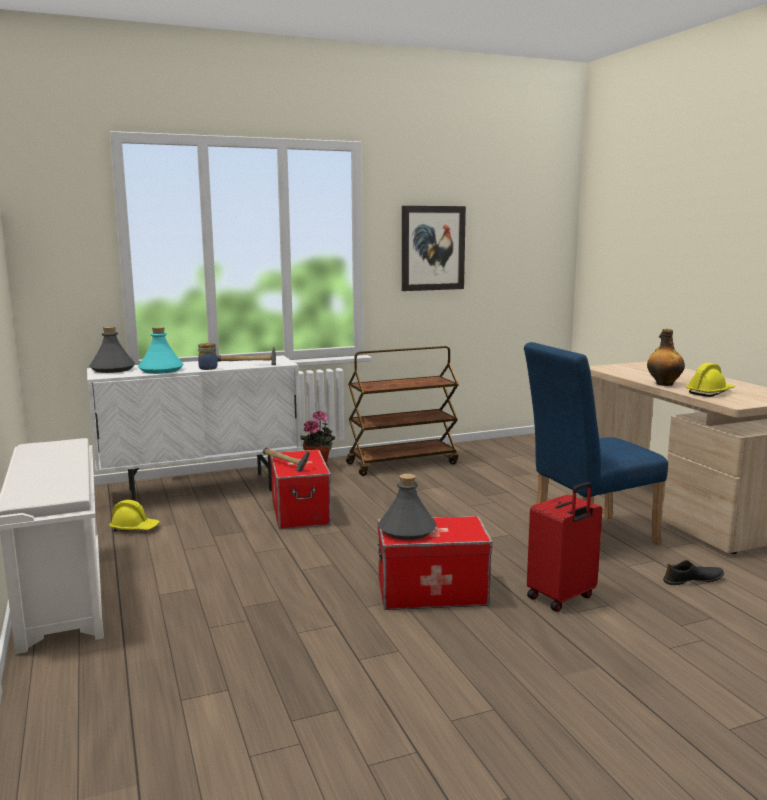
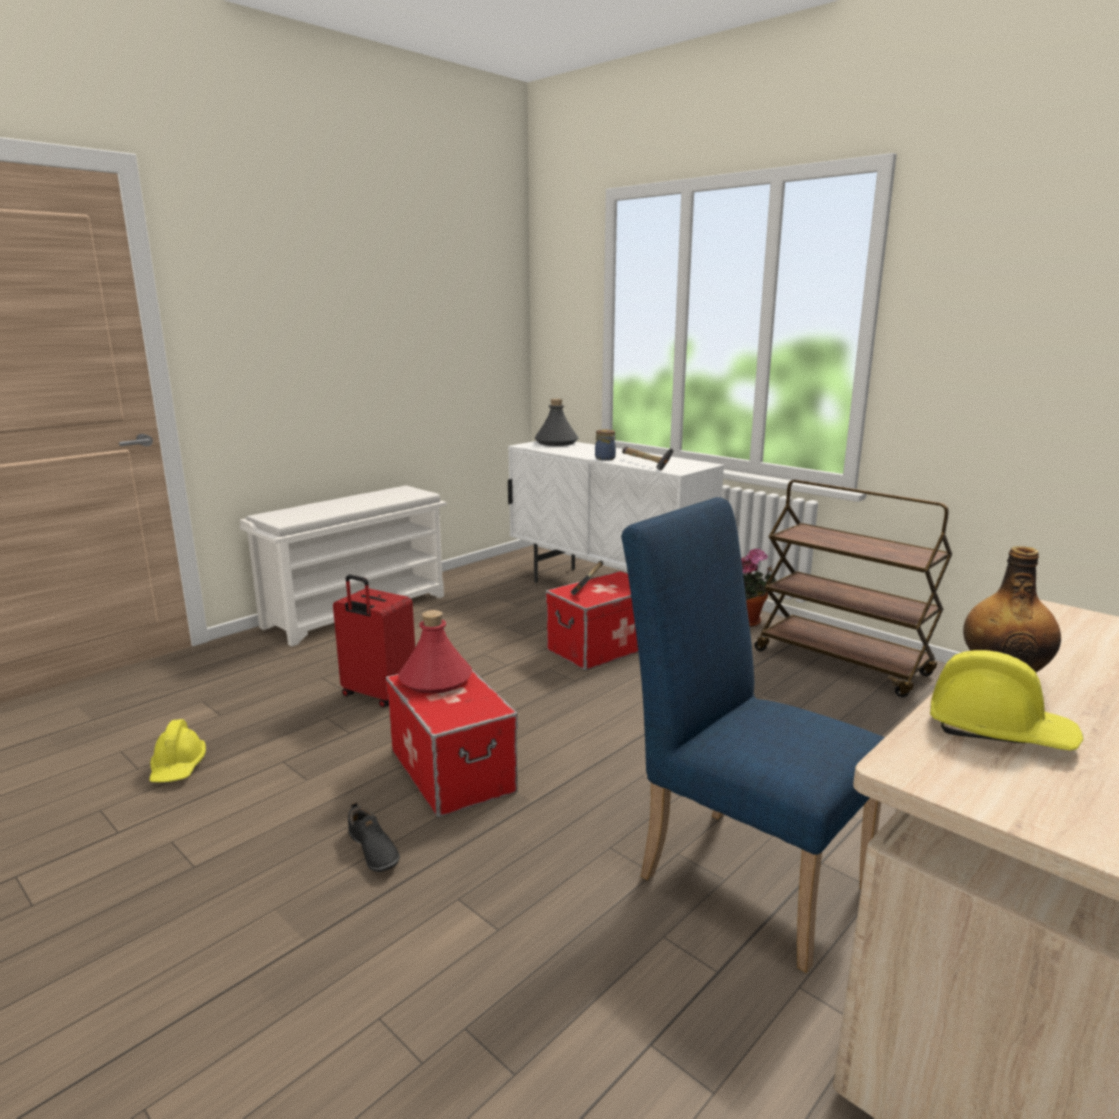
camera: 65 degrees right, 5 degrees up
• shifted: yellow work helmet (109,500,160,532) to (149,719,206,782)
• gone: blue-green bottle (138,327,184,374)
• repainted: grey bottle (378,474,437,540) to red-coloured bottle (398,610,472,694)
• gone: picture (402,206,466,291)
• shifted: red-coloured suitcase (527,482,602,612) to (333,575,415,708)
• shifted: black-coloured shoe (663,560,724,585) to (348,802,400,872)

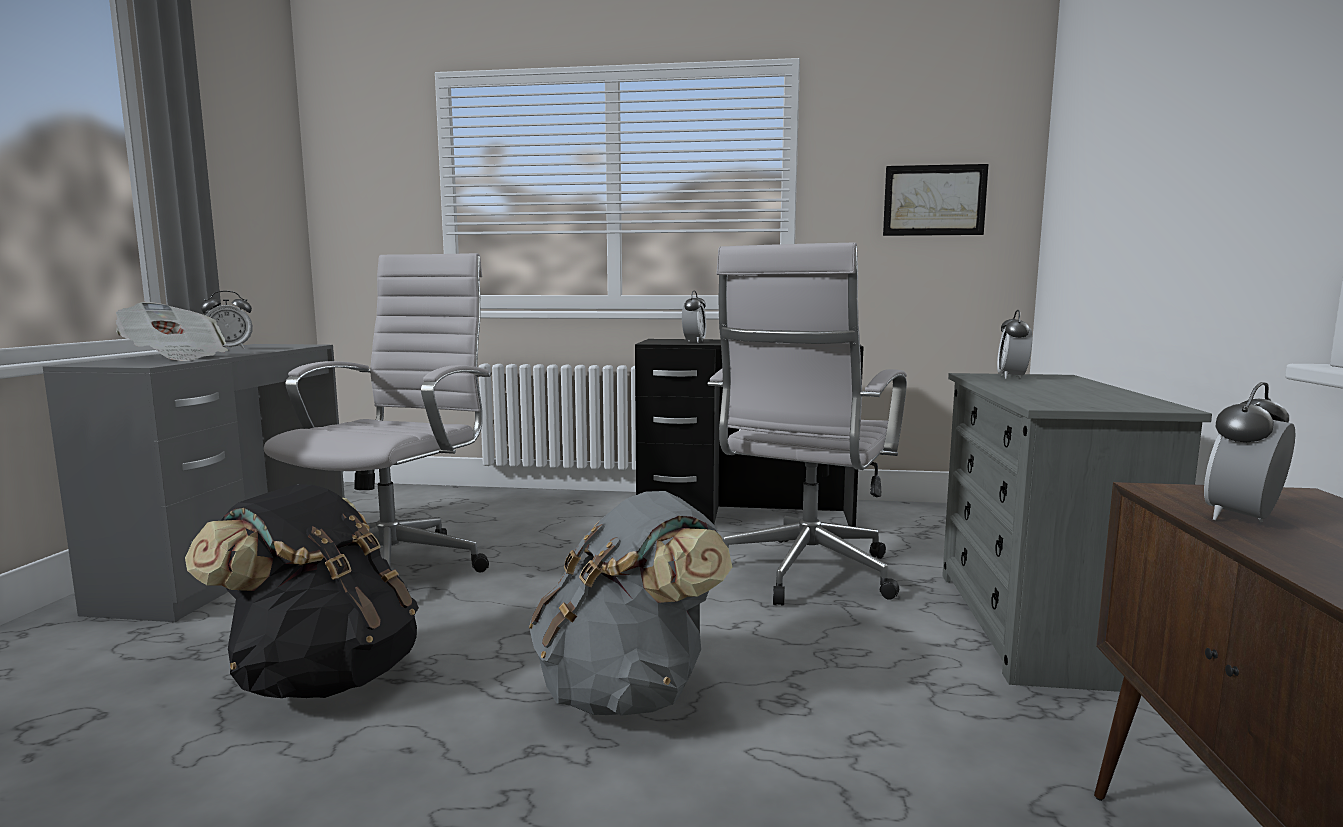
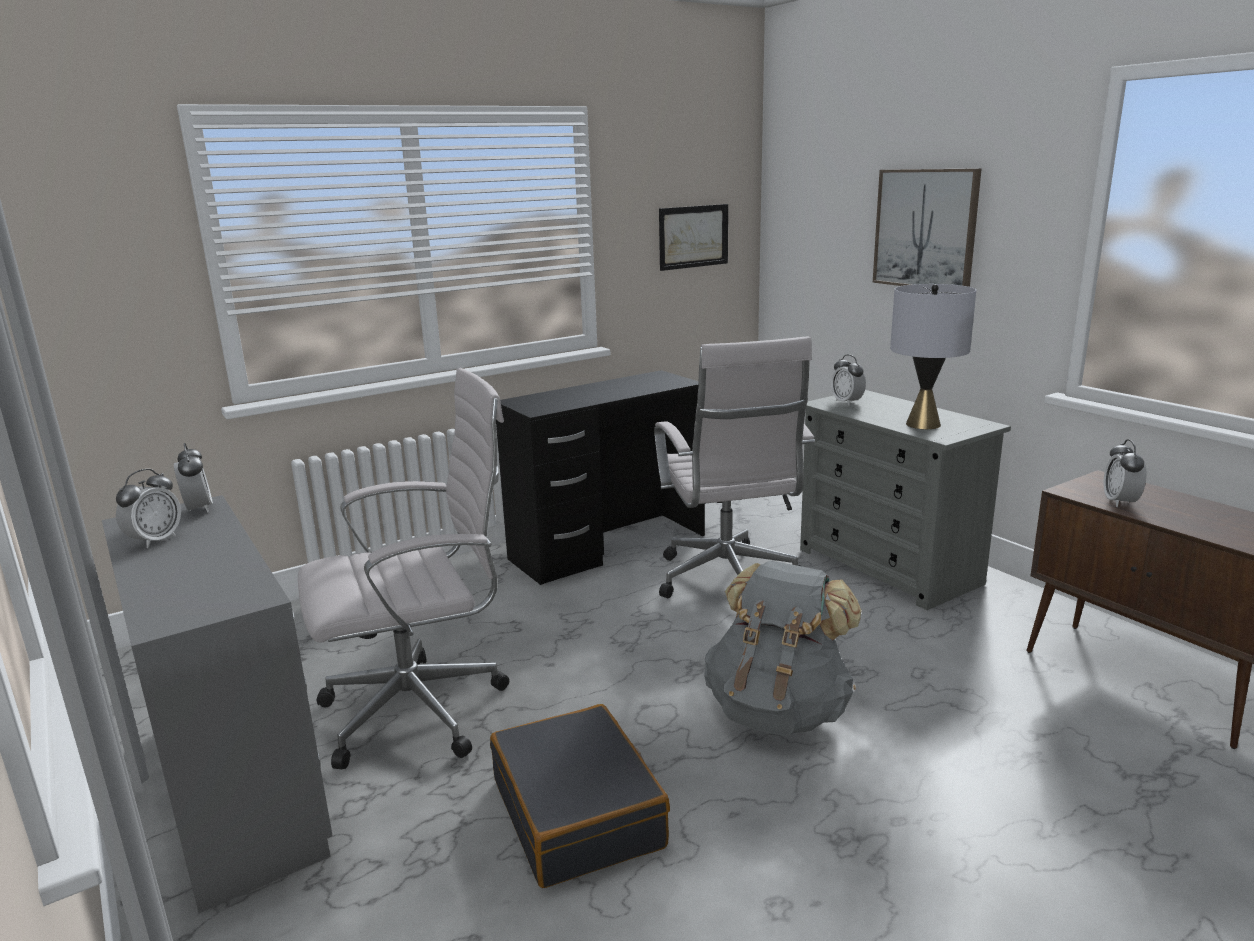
camera: 40 degrees left, 10 degrees up
• gone: newspaper (116,302,228,361)
• swapped: black-coloured backpack (185,484,419,698) to black-coloured suitcase (490,704,670,888)
• rotated: white-coloured office chair (264,253,491,573) = (298,368,509,769) 90 degrees clockwise
• shifted: table clock (682,290,706,343) to (174,443,213,513)
• new: picture (873,168,982,287)
• new: grey tabletop lamp (890,284,976,429)

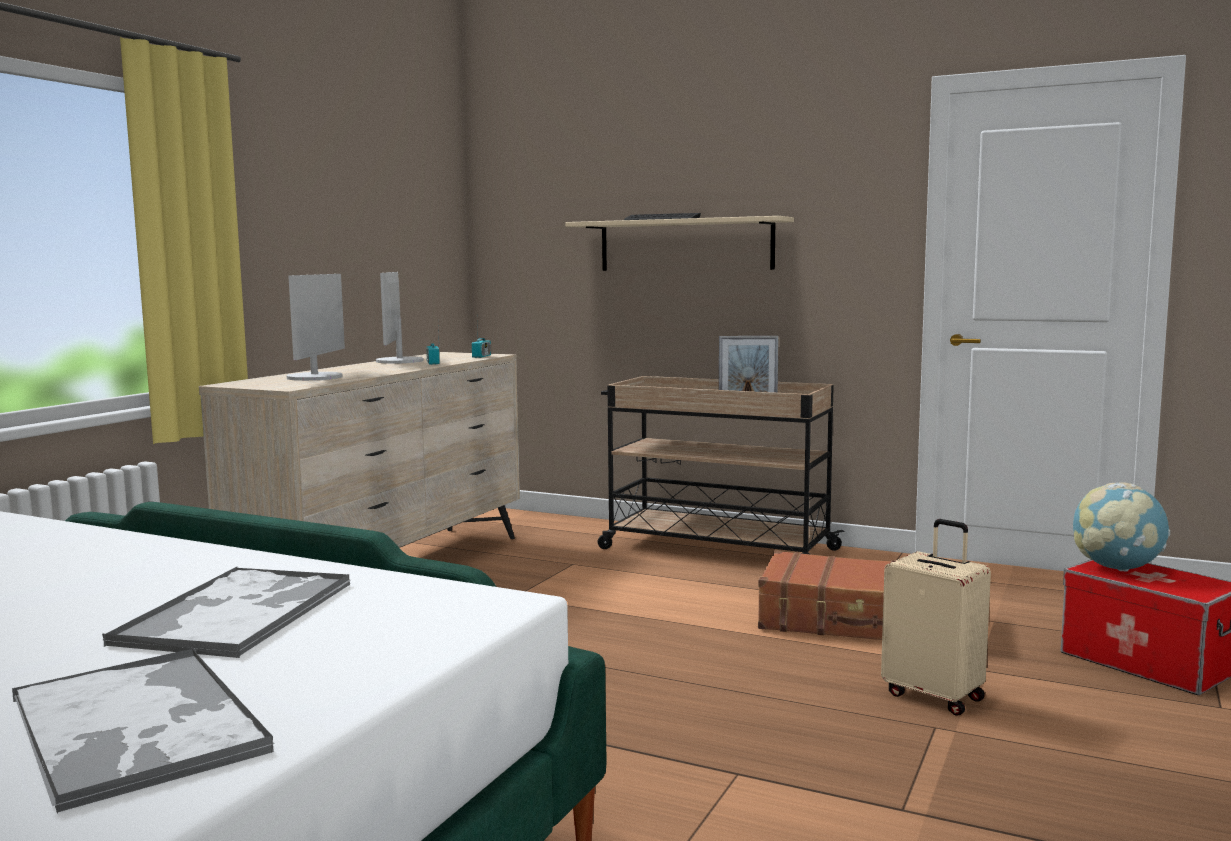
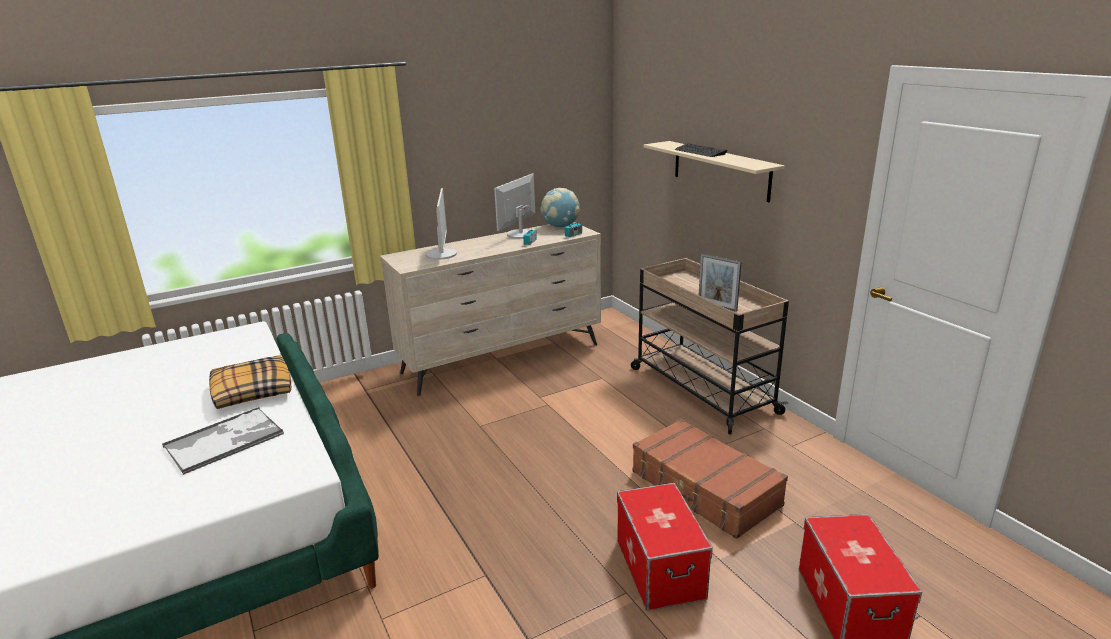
camera: 35 degrees right, 15 degrees up
• gone: tray (12,648,275,814)
• rotated: monitor (286,274,345,381) = (426,188,457,260) 45 degrees counterclockwise
• swapped: beige suitcase (881,519,991,716) to storage bin (617,483,713,611)
• shifted: desk globe (1073,482,1170,571) to (541,188,580,228)
• new: throw pillow (209,355,291,409)

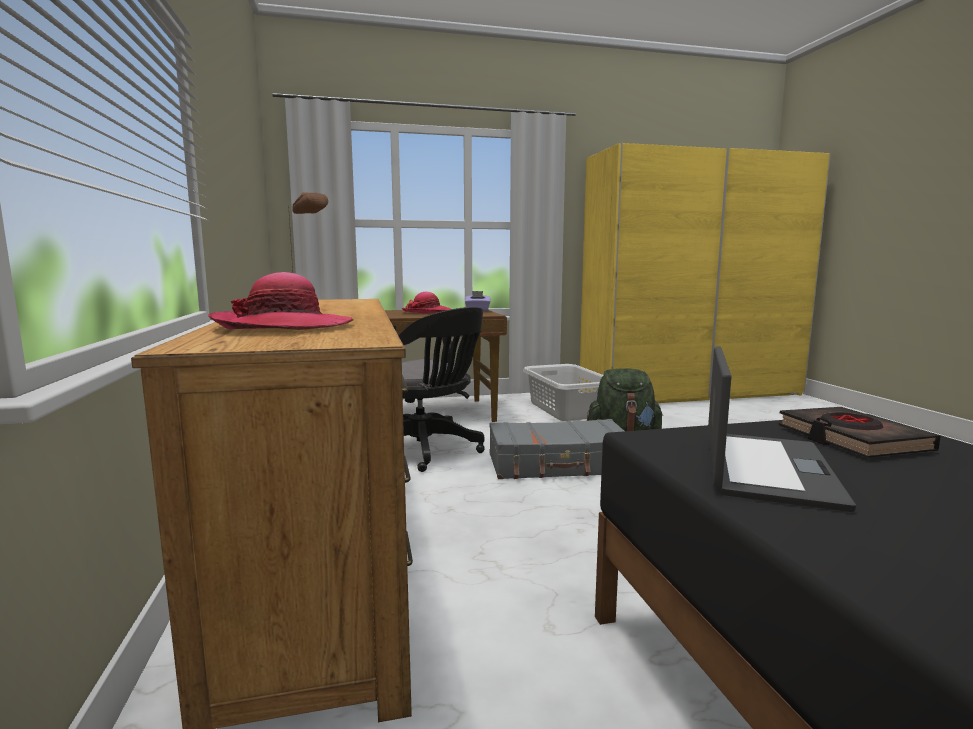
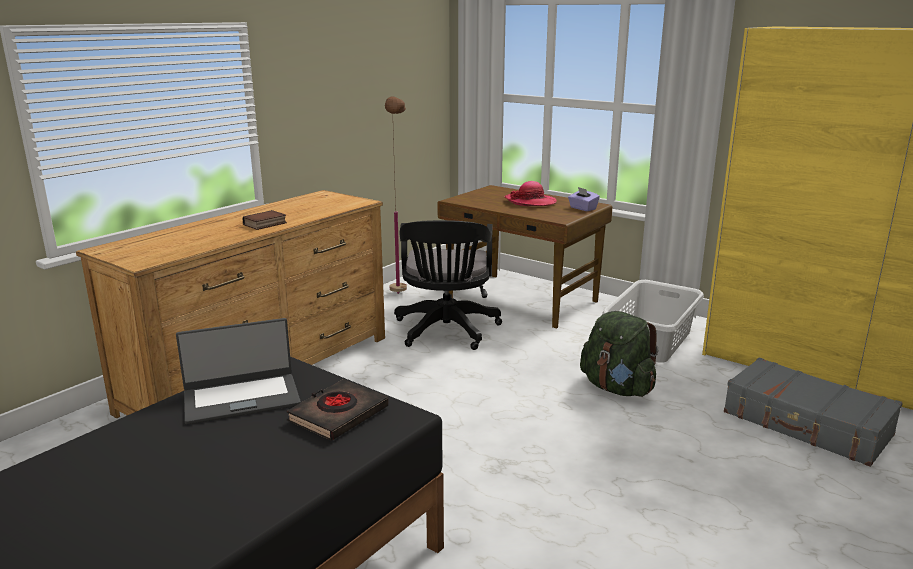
camera: 50 degrees right, 10 degrees up
• gone: wearable hat (208,272,354,330)
• shifted: grey suitcase (490,419,624,479) to (724,357,903,467)
• new: bound book (243,210,287,230)

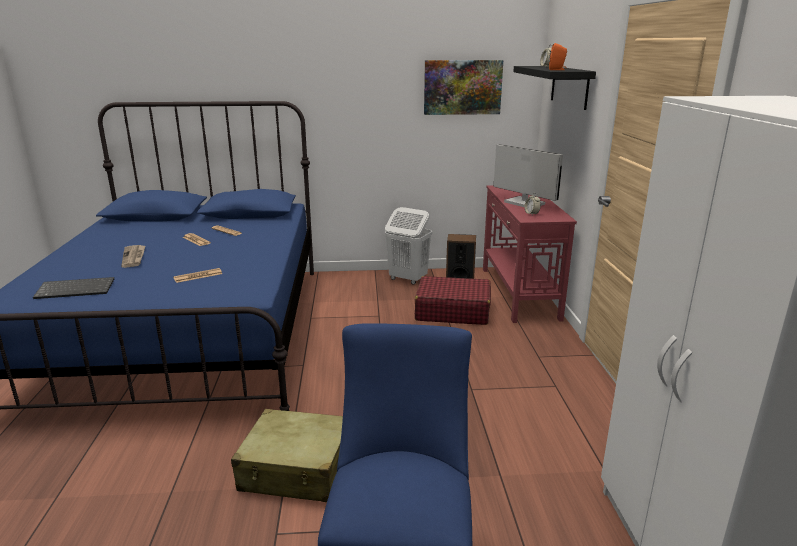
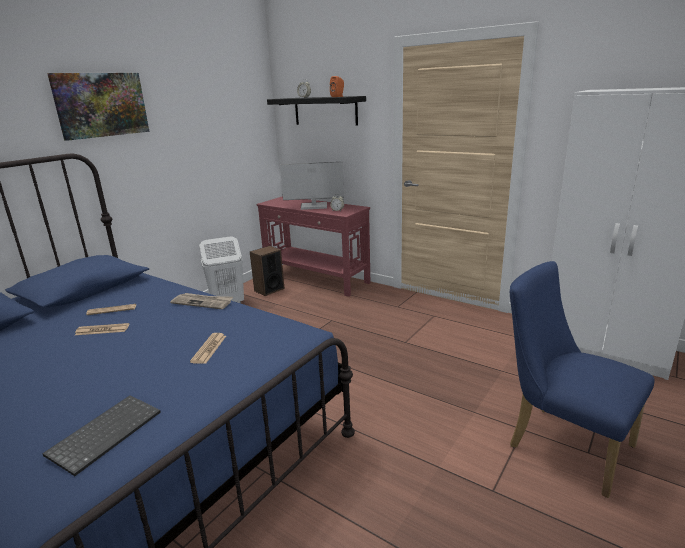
camera: 50 degrees left, 0 degrees up
• shifted: newspaper (121,245,146,268) to (170,293,233,309)
• gone: beige suitcase (231,409,343,502)
• gone: red-coloured suitcase (415,276,491,325)
• shifted: picture (424,60,503,115) to (47,73,149,141)

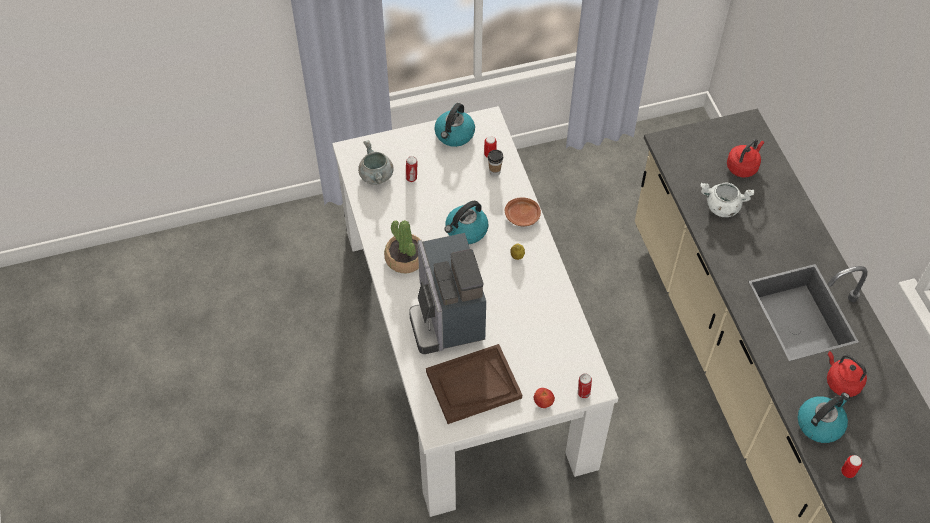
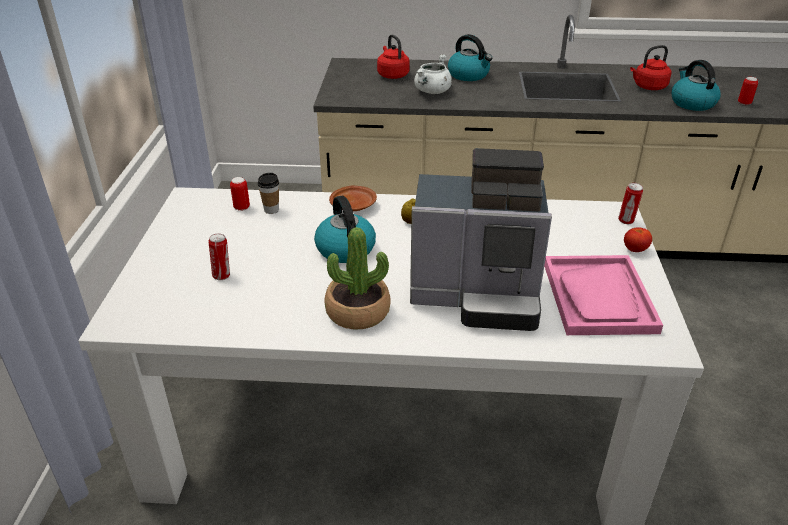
camera: 70 degrees left, 20 degrees down
• gone: grey saucepot (358,140,394,185)
• repainted: brown tray (426,344,522,424) to pink-coloured tray (544,255,663,335)
• shifted: kettle (435,103,475,147) to (448,34,492,81)

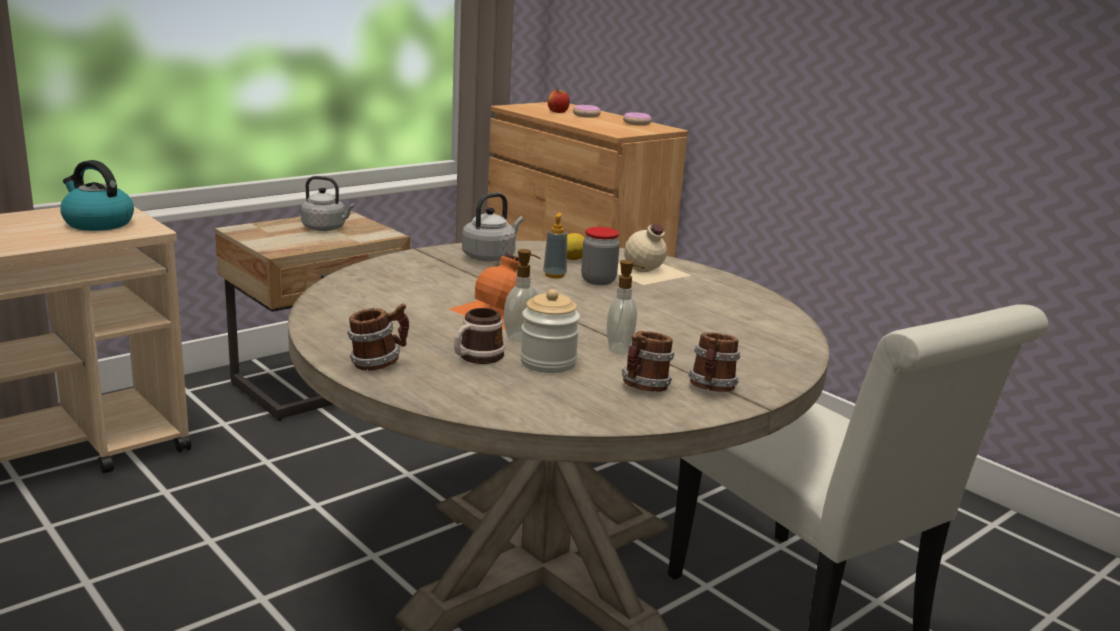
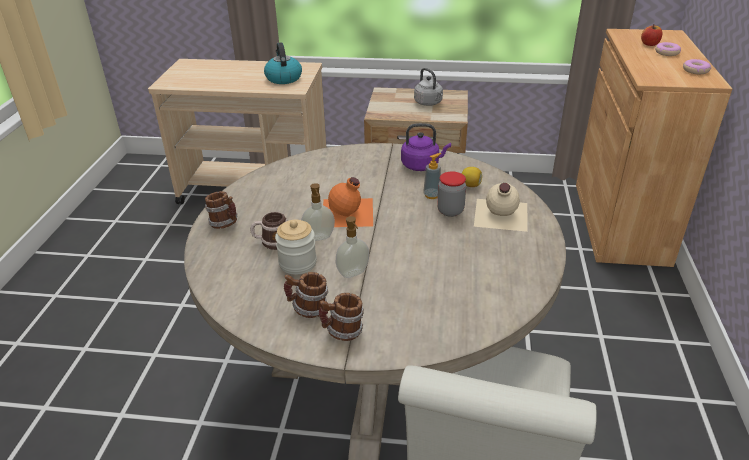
camera: 50 degrees right, 15 degrees up
• repainted: grey kettle (462,193,523,262) to purple-coloured kettle (401,123,451,171)

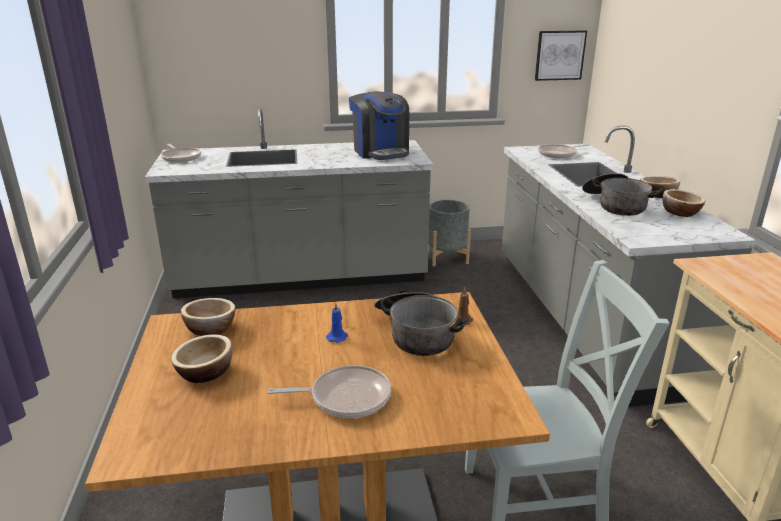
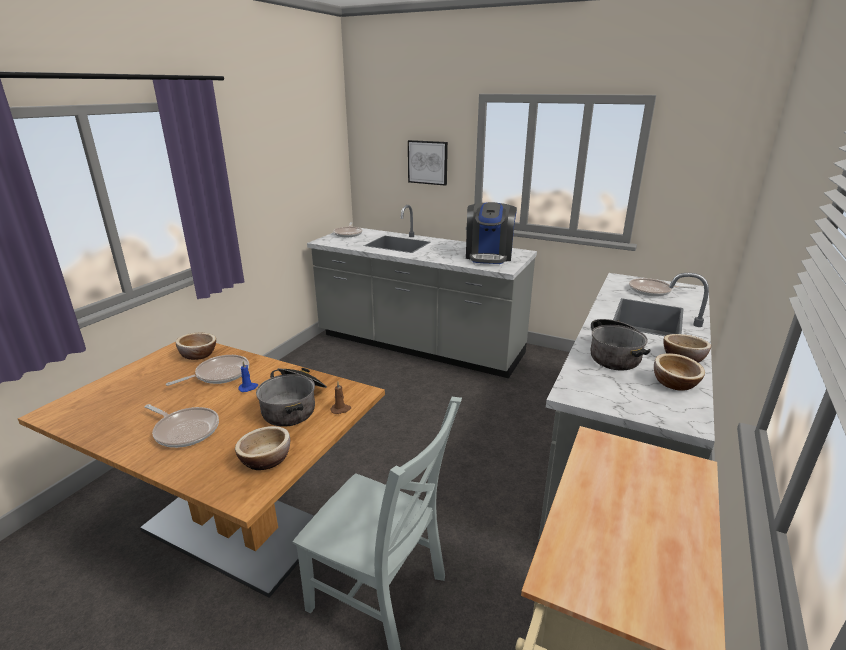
camera: 35 degrees right, 0 degrees up
• shifted: deep dish (171,334,232,383) to (235,426,290,470)
• gone: grey flower pot (428,200,471,266)
• shifted: picture (535,30,587,81) to (408,140,448,186)
• new: skillet (166,355,249,386)

